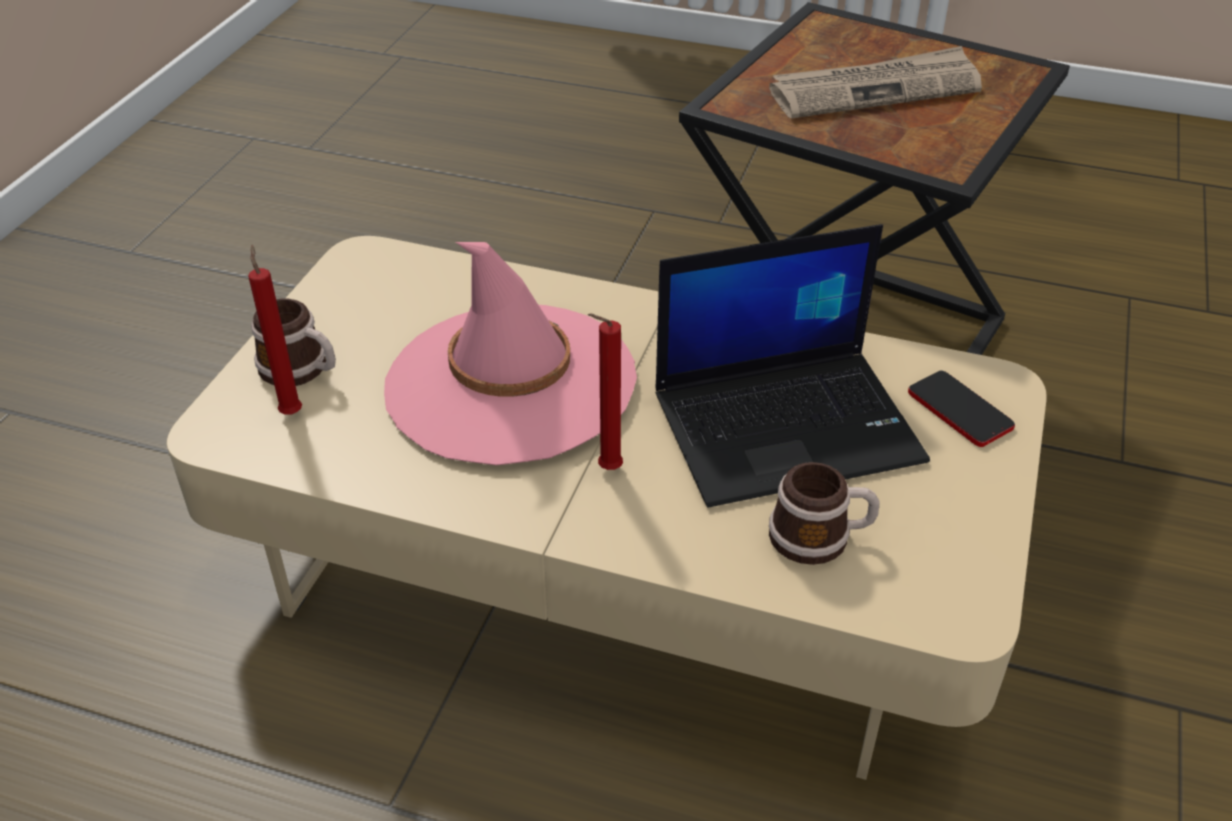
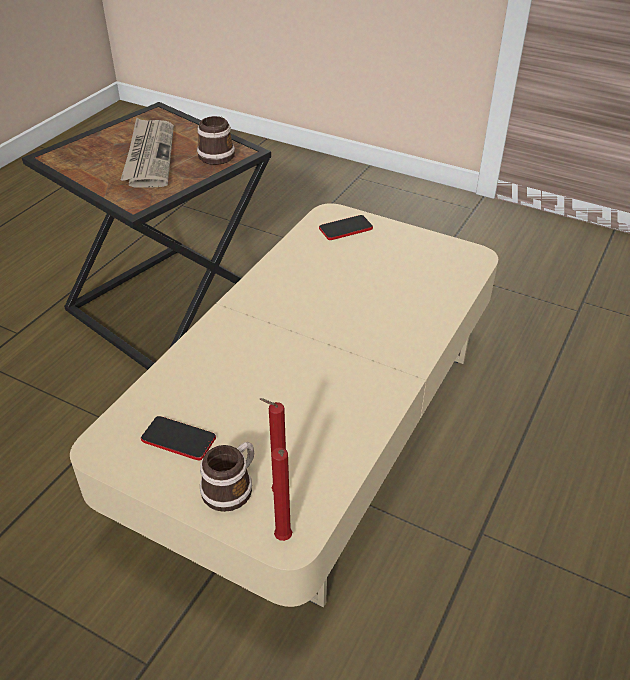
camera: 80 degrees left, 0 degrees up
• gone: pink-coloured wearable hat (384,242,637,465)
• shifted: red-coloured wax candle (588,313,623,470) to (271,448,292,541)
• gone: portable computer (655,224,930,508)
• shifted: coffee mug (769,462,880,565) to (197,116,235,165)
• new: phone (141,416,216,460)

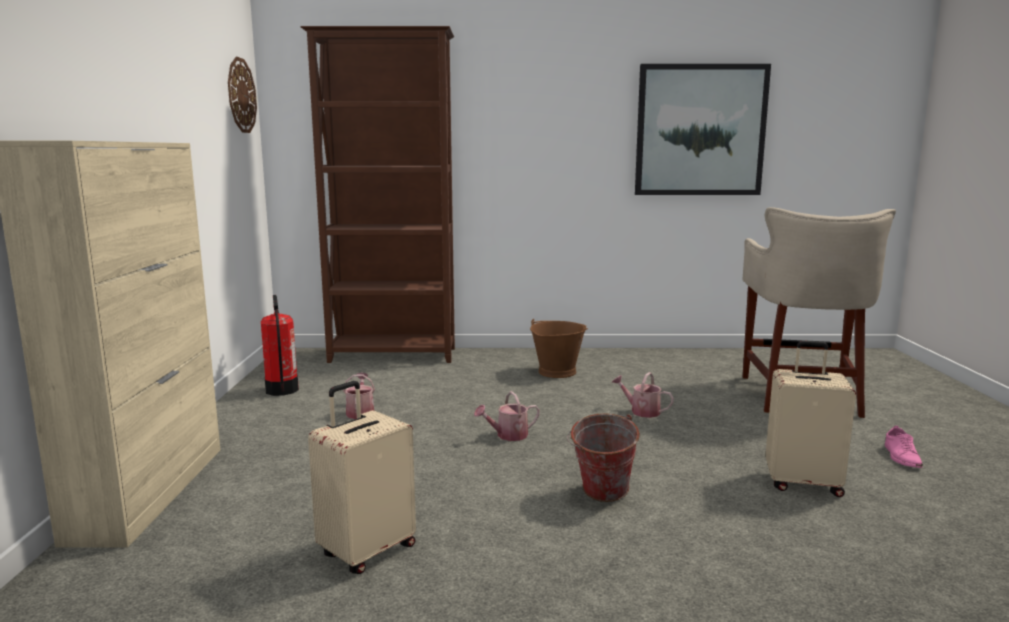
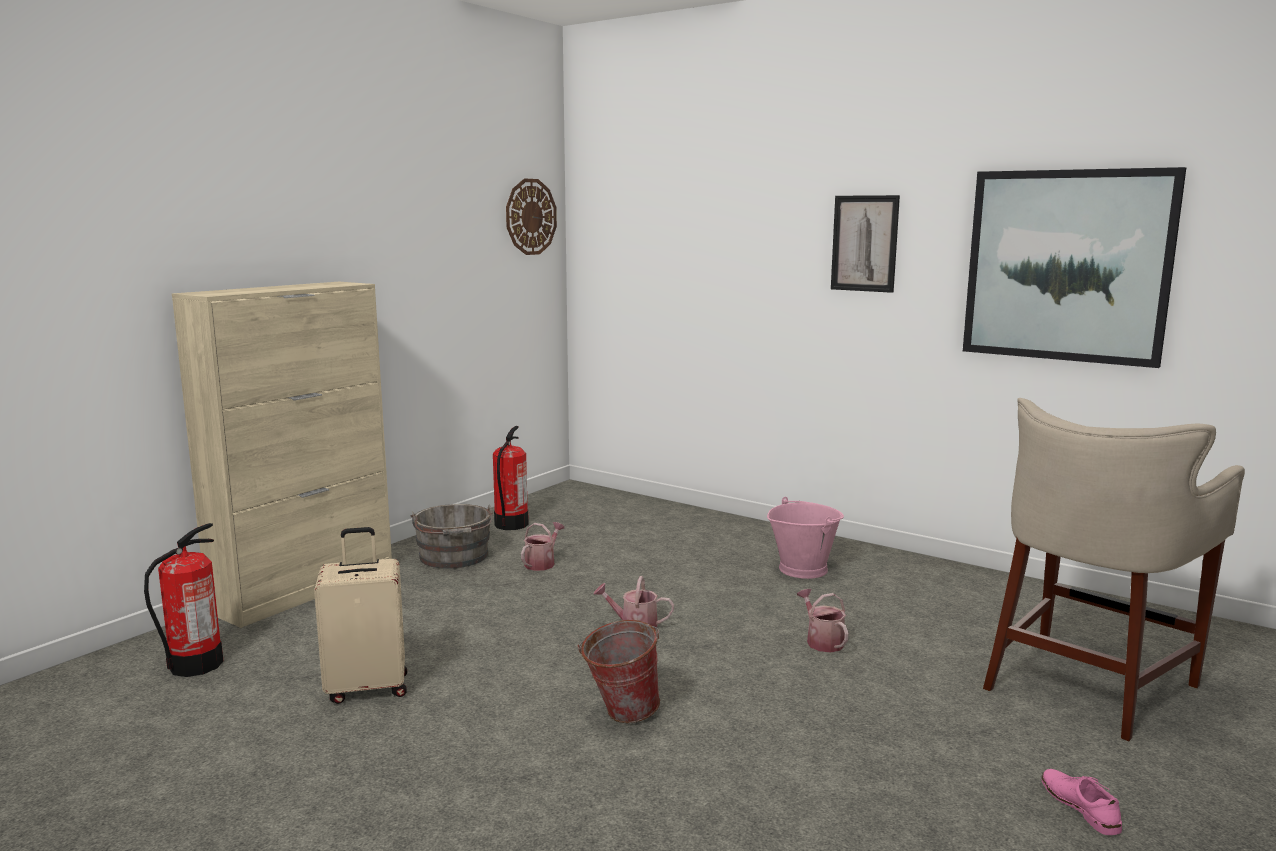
camera: 35 degrees right, 0 degrees up
• gone: brown bookcase (300,26,455,363)
• repainted: brown water bucket (530,319,588,378) to pink-coloured water bucket (767,497,844,579)
• gone: beige suitcase (765,341,856,497)
• rotated: pink-coloured shoe (885,426,923,468) = (1041,769,1122,835) 120 degrees clockwise
• new: extinguisher (144,523,224,677)
• new: grey water bucket (411,504,493,569)
• new: picture (831,195,900,293)

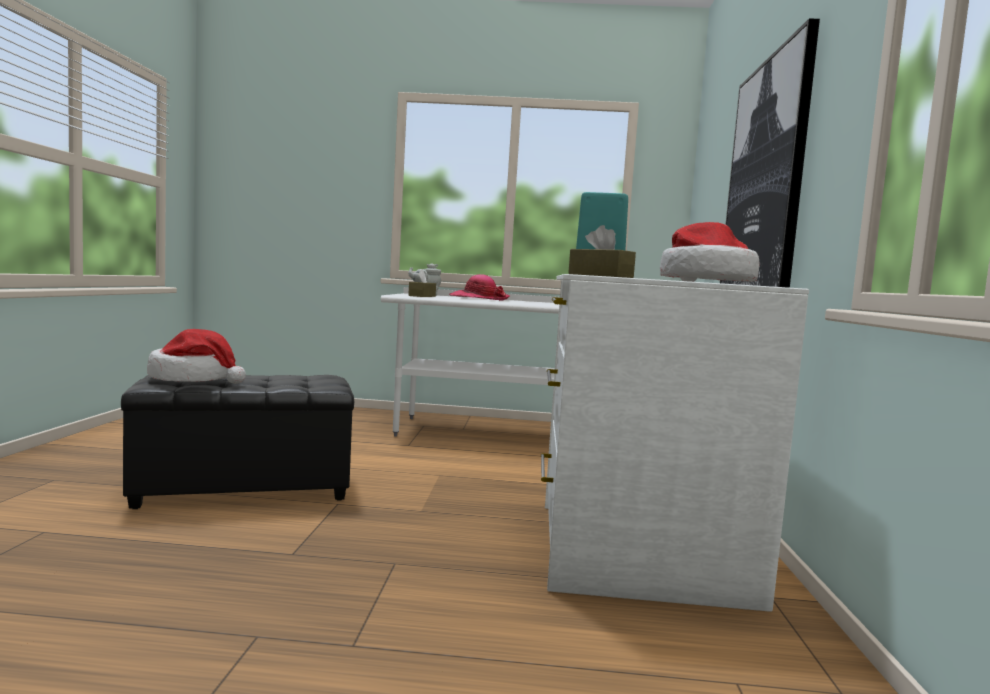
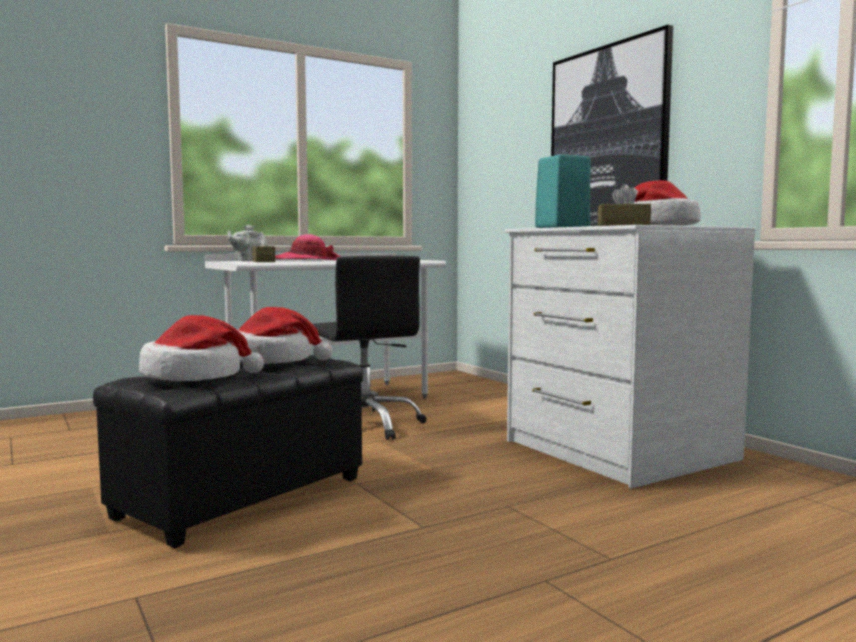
camera: 35 degrees left, 0 degrees up
• new: wearable hat (237,307,332,364)
• new: black-coloured office chair (313,256,427,440)

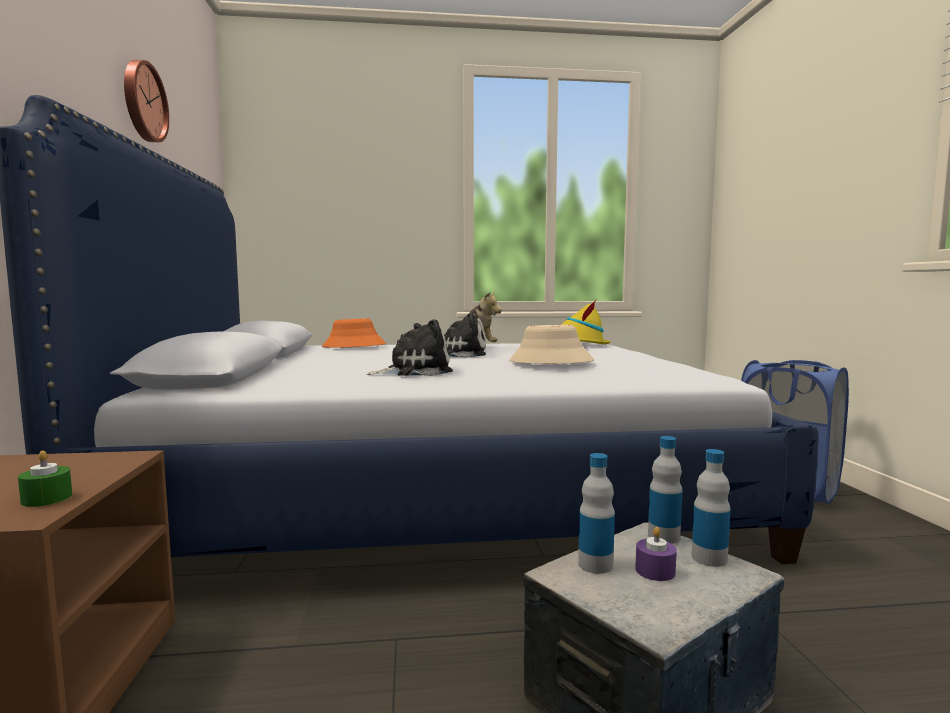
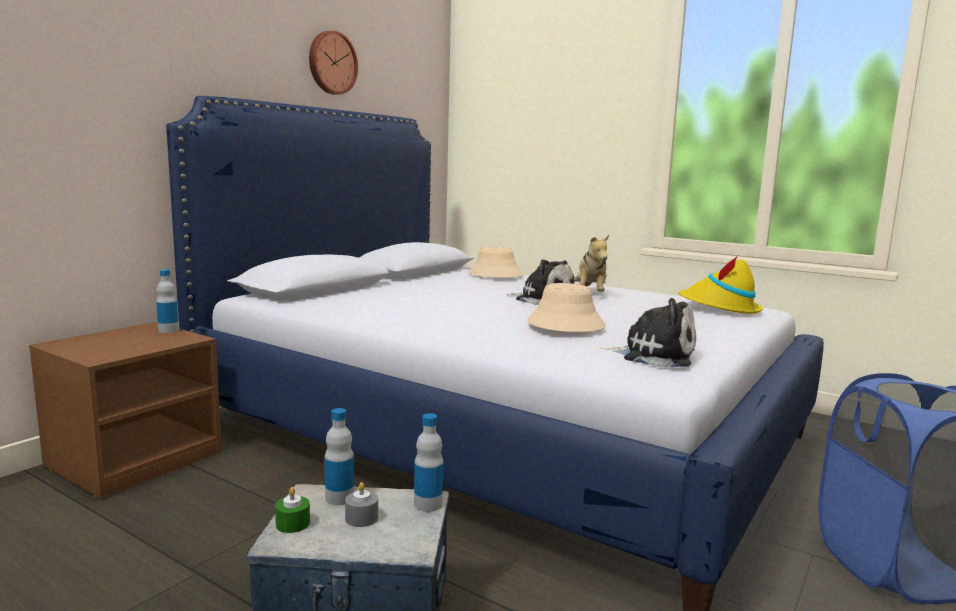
camera: 40 degrees right, 5 degrees up
• shifted: green-coloured wax candle (18,450,72,507) to (275,487,310,533)
• repainted: orangey wearable hat (322,319,386,348) to beige wearable hat (469,247,524,277)
• shifted: soft toy (367,319,453,376) to (599,298,696,367)
• repainted: purple-coloured wax candle (635,527,677,581) to grey wax candle (345,482,378,527)
• shifted: bottle (691,449,731,567) to (156,269,179,333)

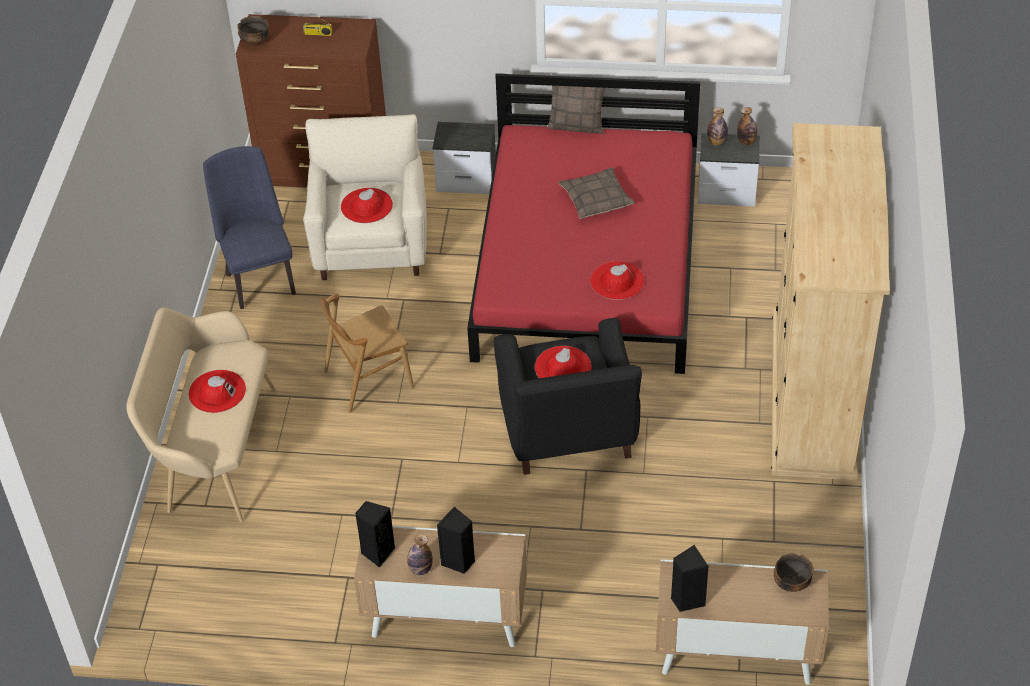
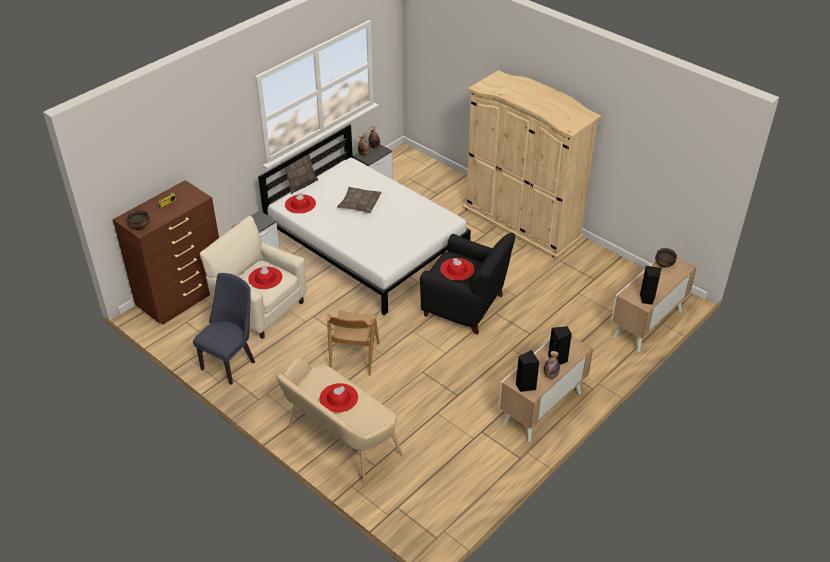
camera: 55 degrees left, 5 degrees down
• rotated: blue-coloured chair (203,146,296,309) = (193,273,255,385) 105 degrees clockwise
• repainted: red-coloured bedroom bed (467,73,700,374) to white-coloured bedroom bed (258,124,471,315)
• shifted: red-coloured wearable hat (590,261,645,300) to (285,193,316,214)

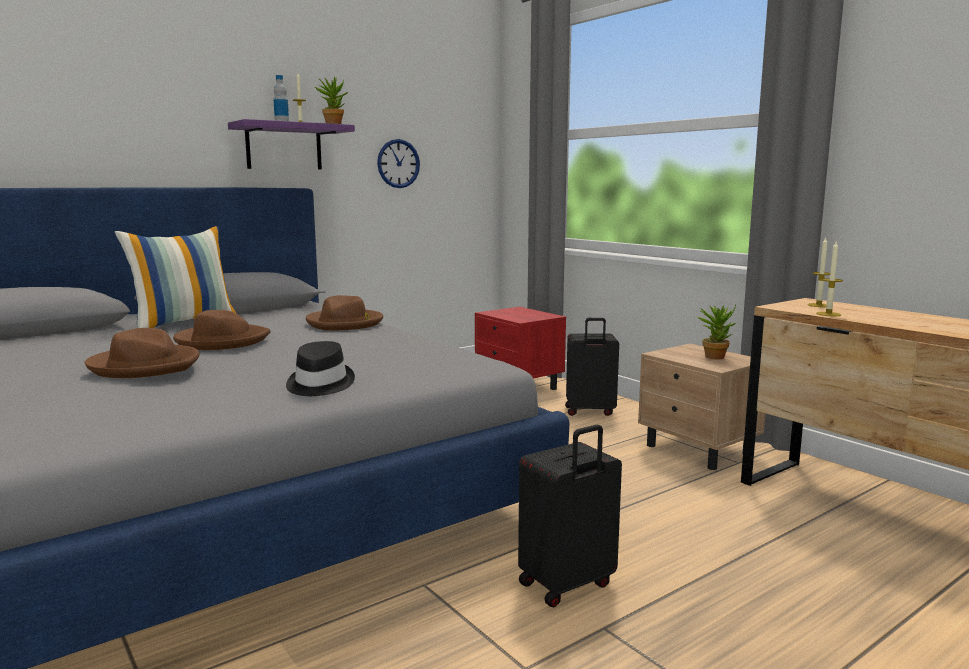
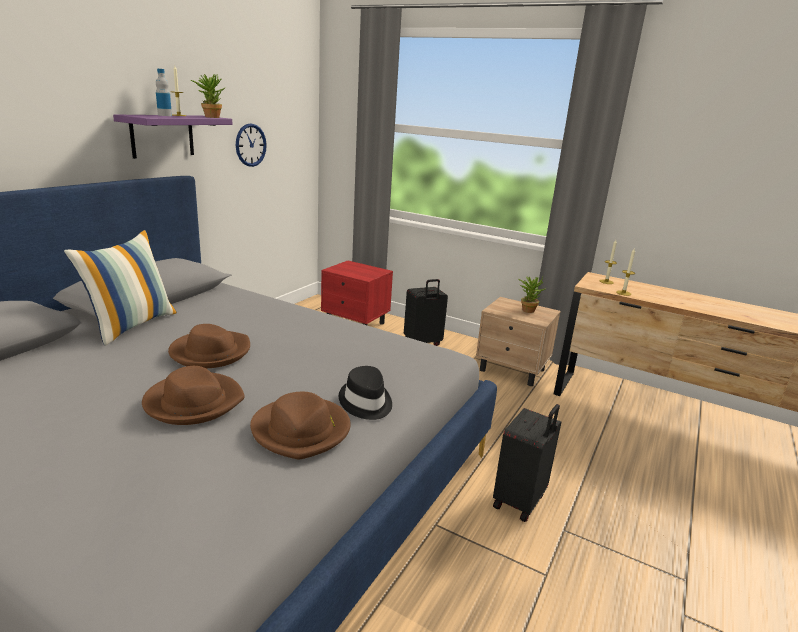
camera: 25 degrees left, 10 degrees up
• shifted: brown wearable hat (306,295,383,331) to (250,392,351,460)

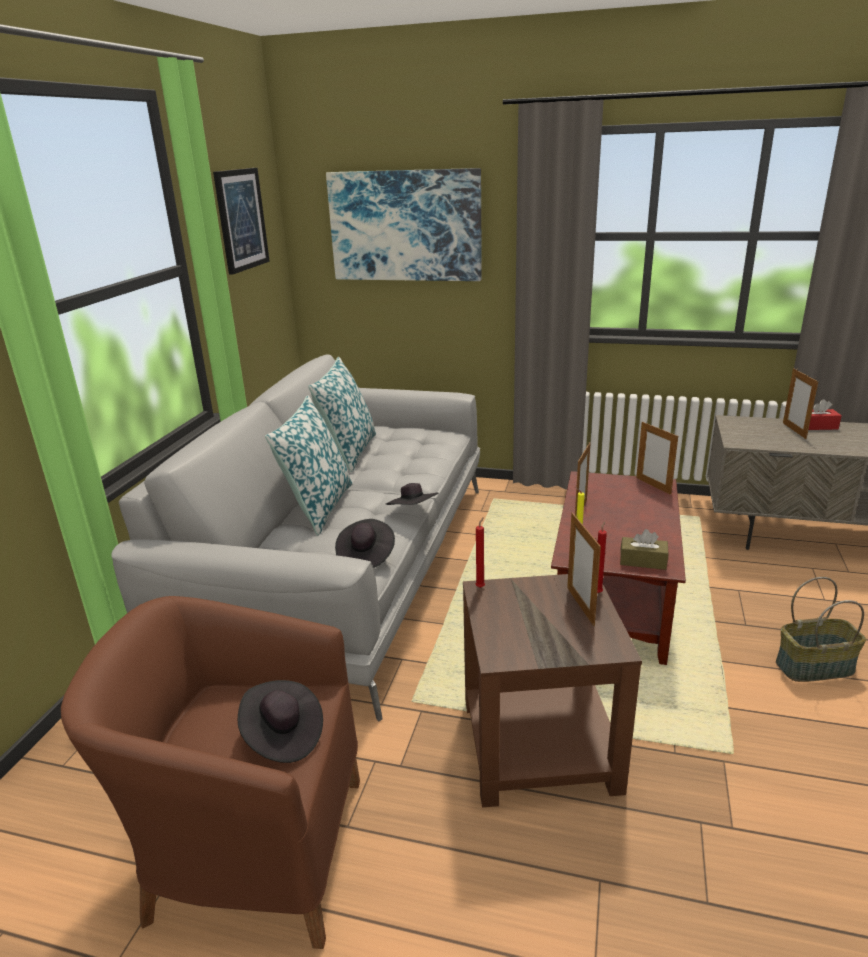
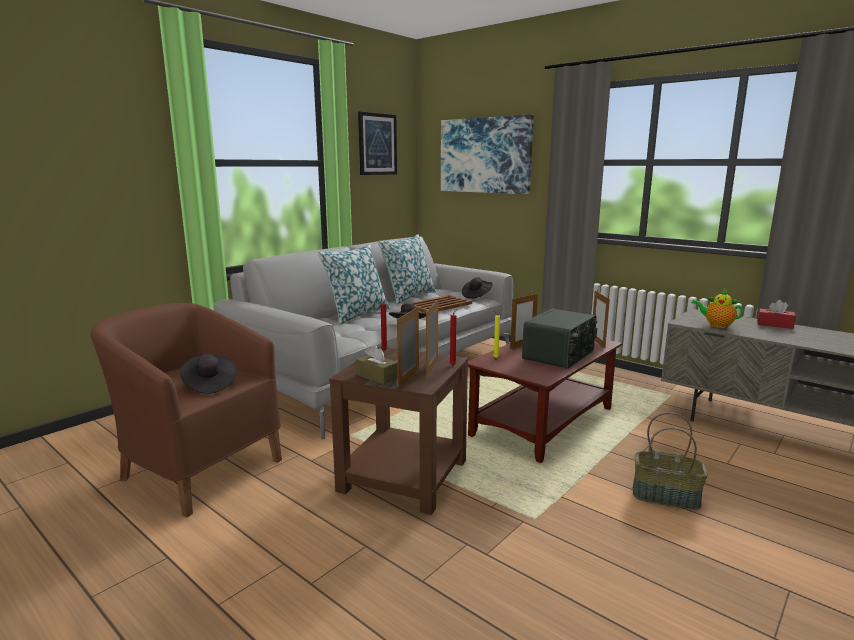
camera: 25 degrees right, 10 degrees down
• shifted: black-coloured wearable hat (335,519,395,568) to (462,277,492,299)
• shifted: brown tissue box (620,529,668,570) to (356,345,398,385)
• shifted: standing frame (783,368,818,439) to (397,307,419,387)
• new: brown tray (409,295,472,313)
• new: radio set (522,308,597,369)
• new: pot for tea (691,289,744,328)

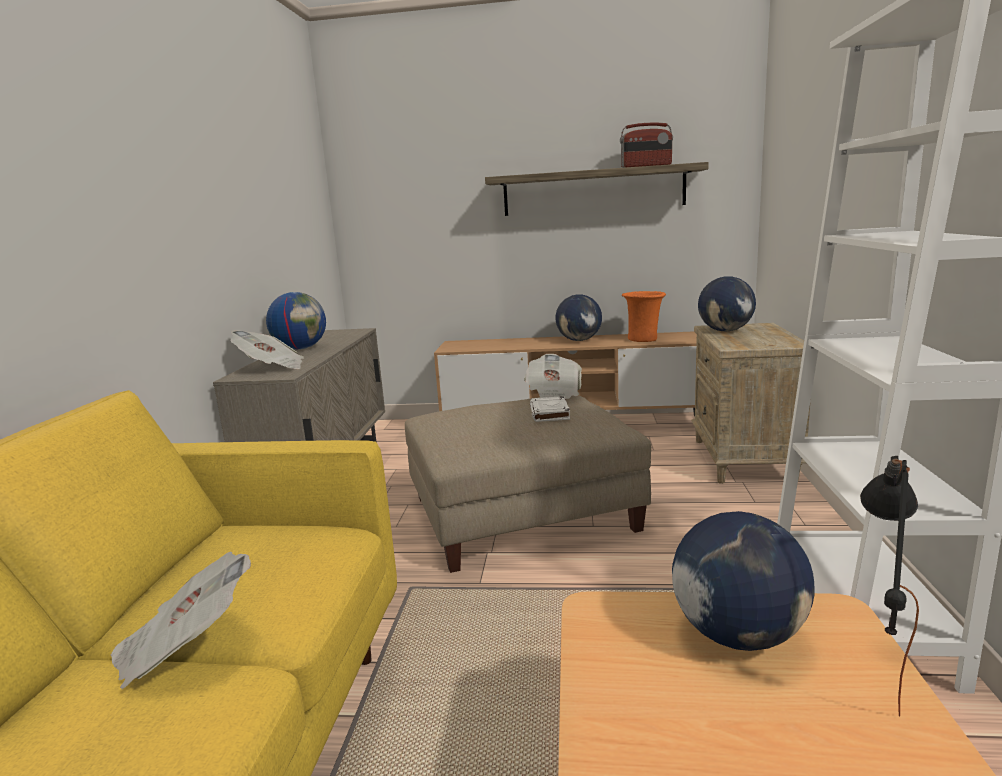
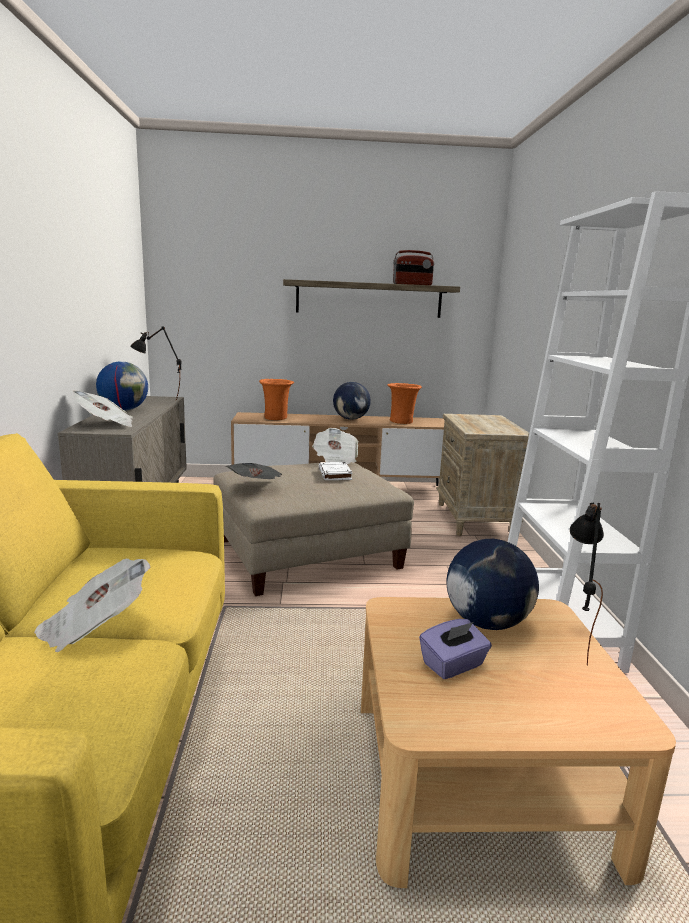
camera: 10 degrees left, 0 degrees up
• gone: desk globe (698,276,756,331)
• new: black-coloured tabletop lamp (130,326,182,401)
• new: newspaper (225,463,282,479)
• new: orangey decorative vase (259,379,294,420)
• new: purple-coloured tissue box (419,619,492,679)

